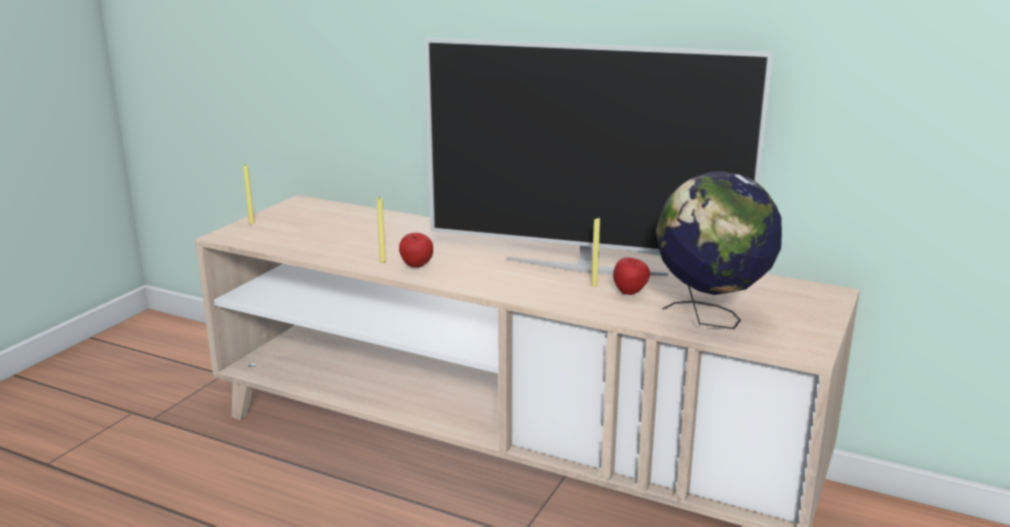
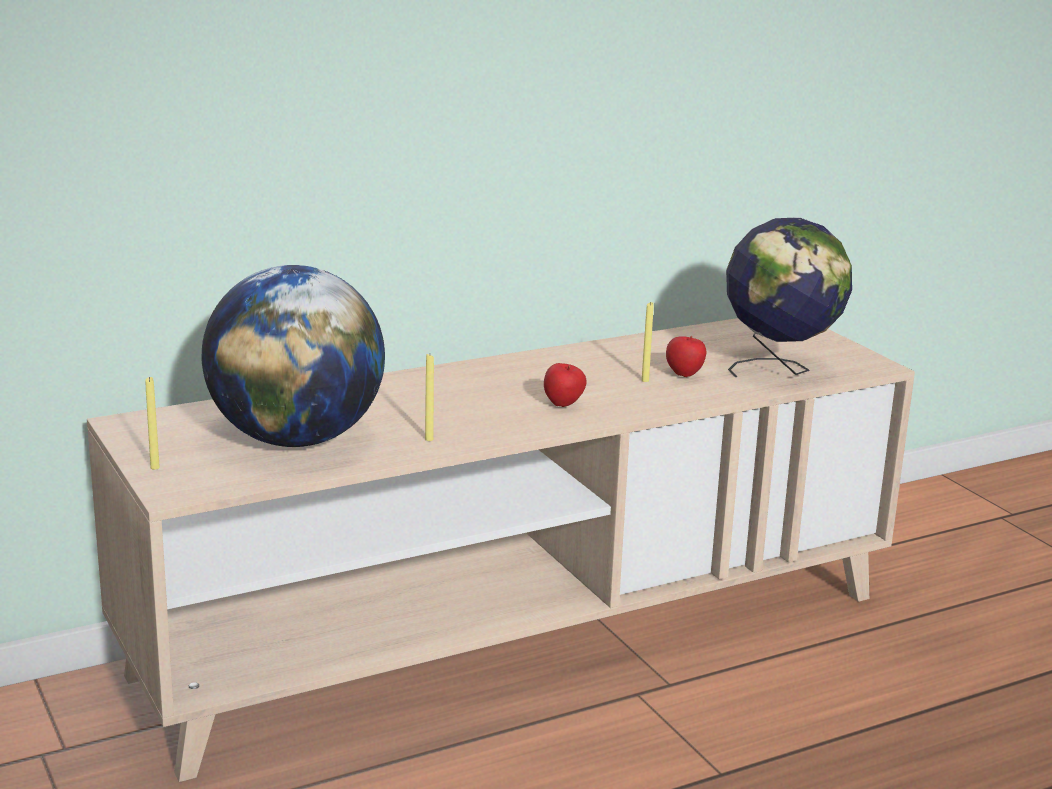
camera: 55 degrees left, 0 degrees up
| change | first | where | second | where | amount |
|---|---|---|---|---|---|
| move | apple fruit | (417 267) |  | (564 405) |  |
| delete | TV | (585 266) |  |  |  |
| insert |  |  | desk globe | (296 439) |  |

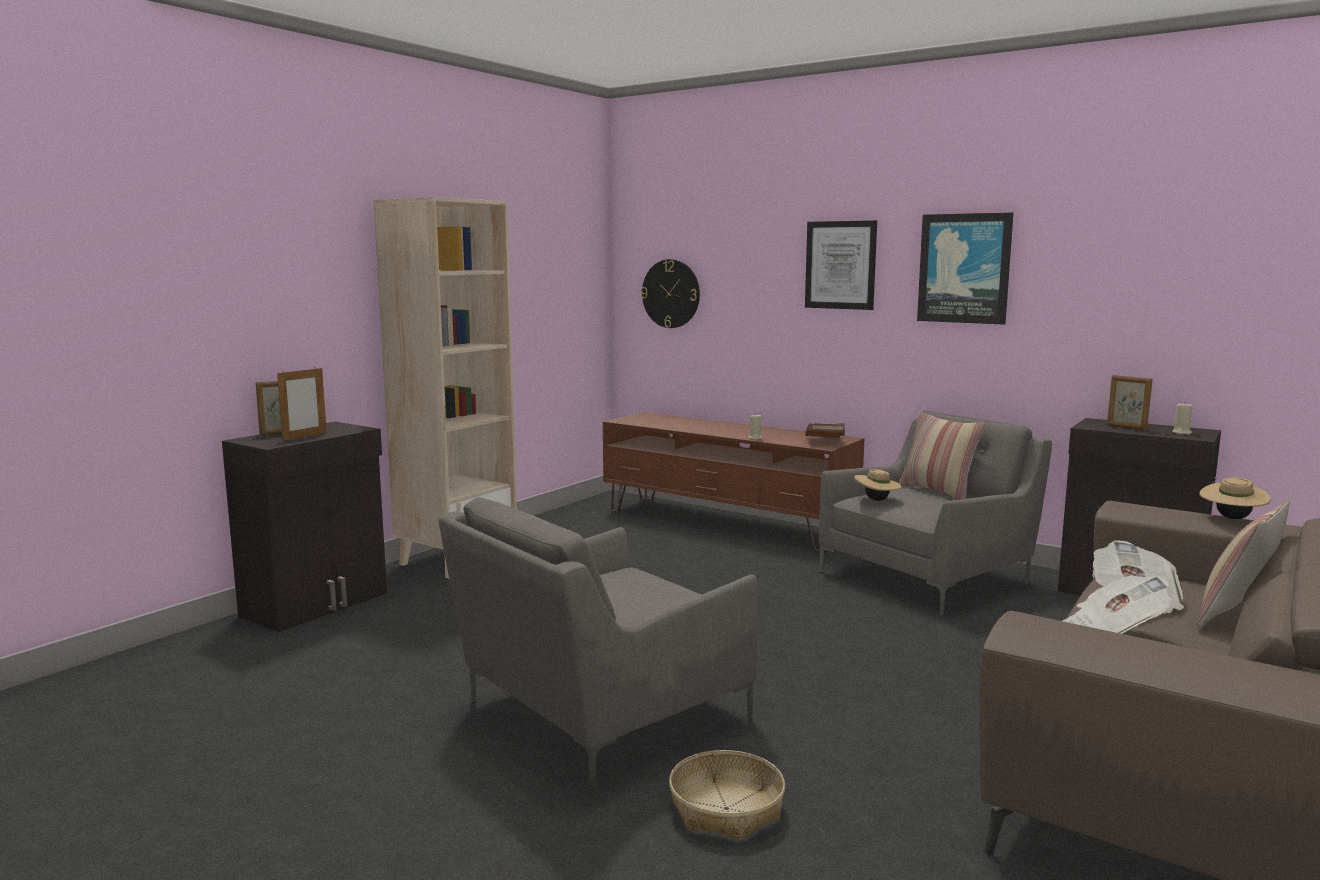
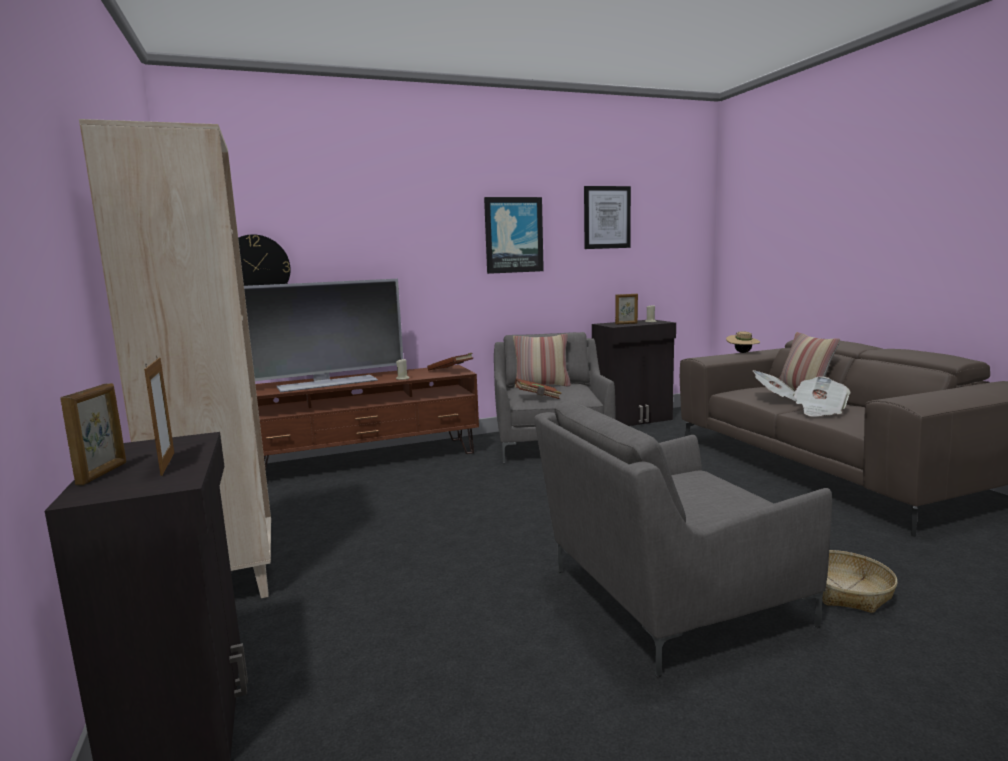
camera: 55 degrees left, 0 degrees up
| change | first | where | second | where | amount |
|---|---|---|---|---|---|
| rotate | grey lounge chair | (598 713) |  | (666 598) | 75 degrees clockwise |
| move | wall picture | (840 265) |  | (607 217) |  |
| replace | beige-coloured wearable hat | (876 500) | brown book | (538 397) |  |
| insert |  |  | TV | (327 383) |  |

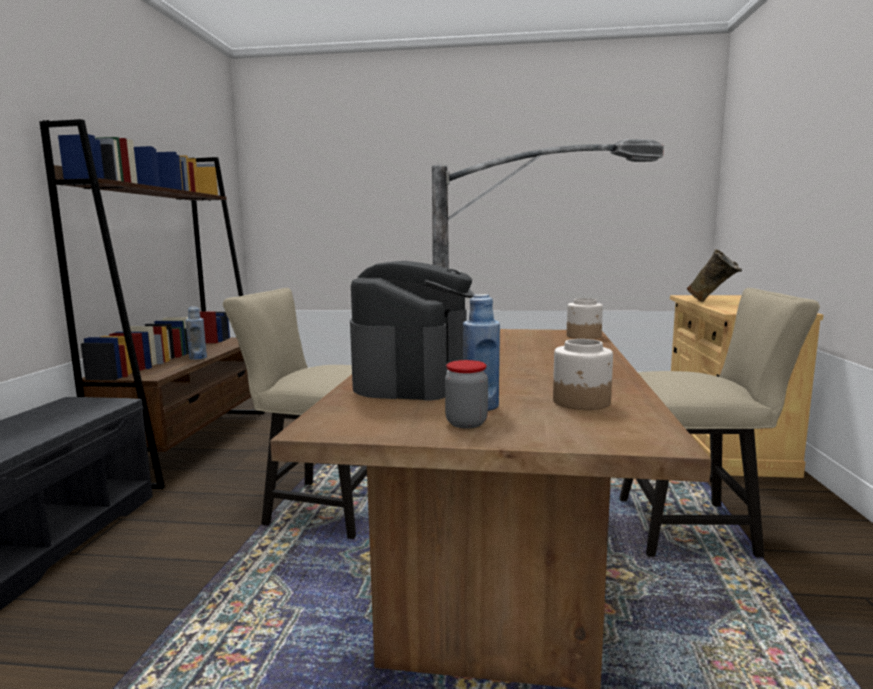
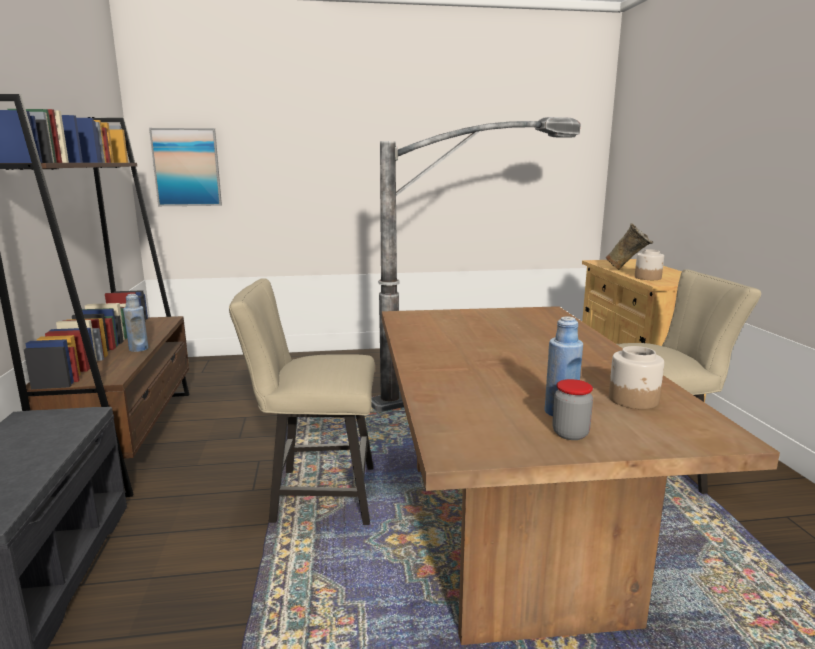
camera: 15 degrees left, 5 degrees up
| change | first | where | second | where | amount |
|---|---|---|---|---|---|
| delete | coffee brewer | (415 379) |  |  |  |
| move | storage jar | (584 336) |  | (648 278) |  |
| insert |  |  | wall picture | (187 167) |  |

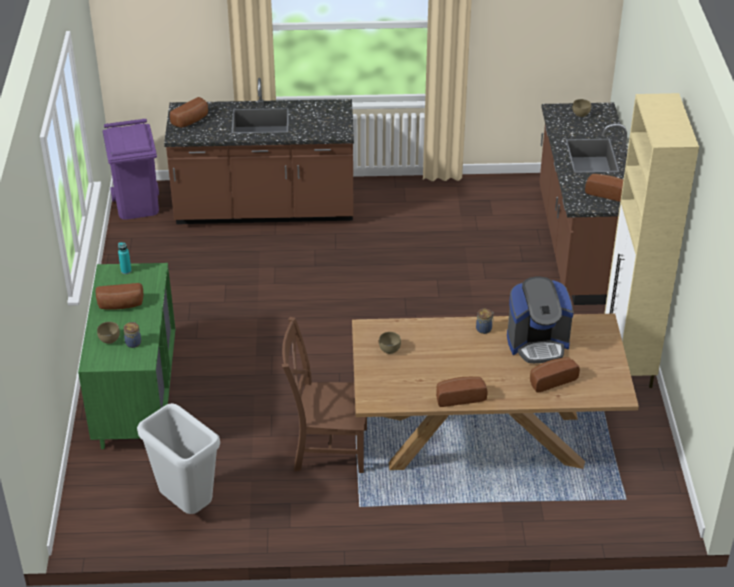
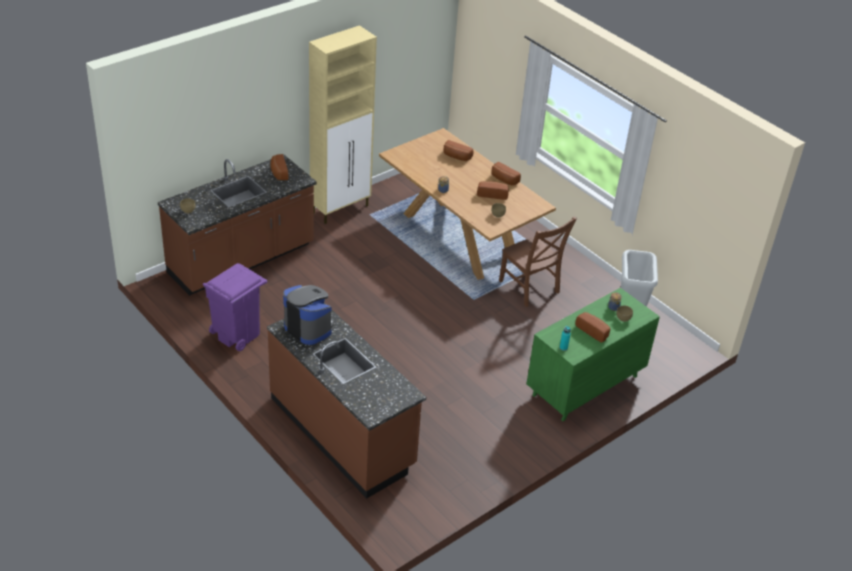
camera: 130 degrees left, 0 degrees up
| change | first | where | second | where | amount |
|---|---|---|---|---|---|
| move | purple-coloured rubbish bin | (137 205) |  | (237 334) |  |
| move | baked bread | (192 120) |  | (492 194) |  |
| move | coffee brewer | (537 343) |  | (308 328) |  |

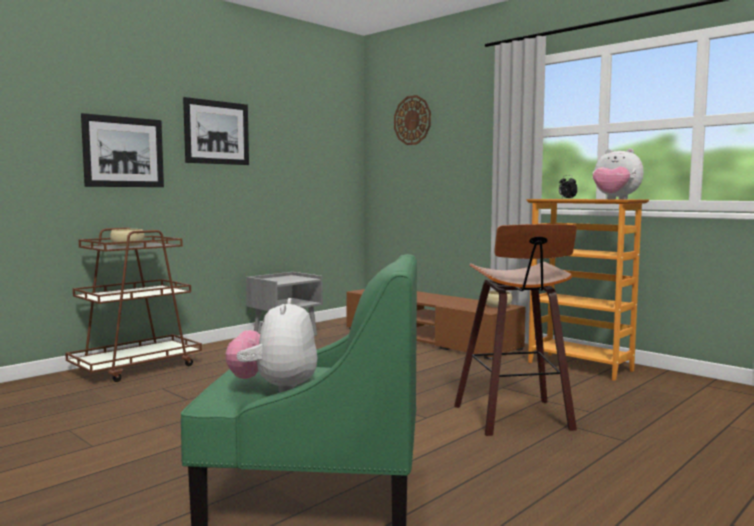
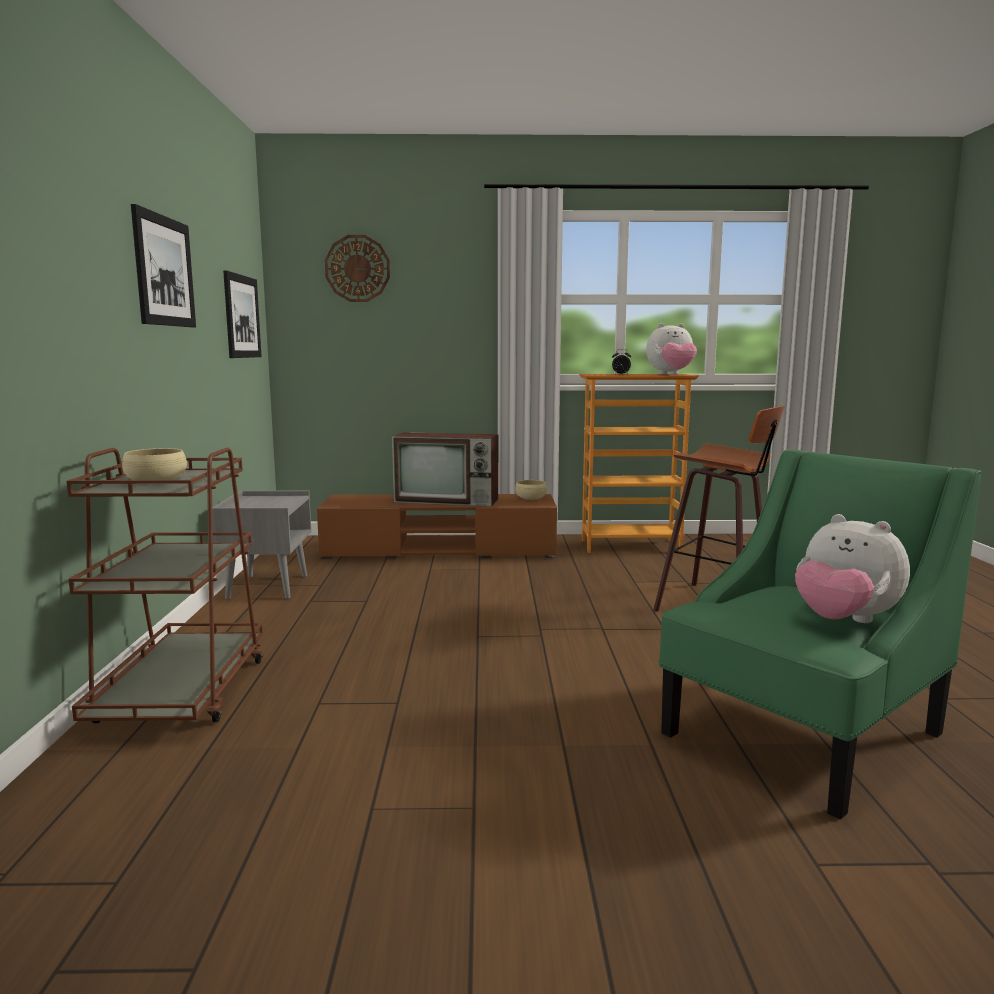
camera: 45 degrees left, 5 degrees up
| change | first | where | second | where | amount |
|---|---|---|---|---|---|
| move | wall picture | (123 152) |  | (242 316) |  |
| insert |  |  | TV | (448 500) |  |

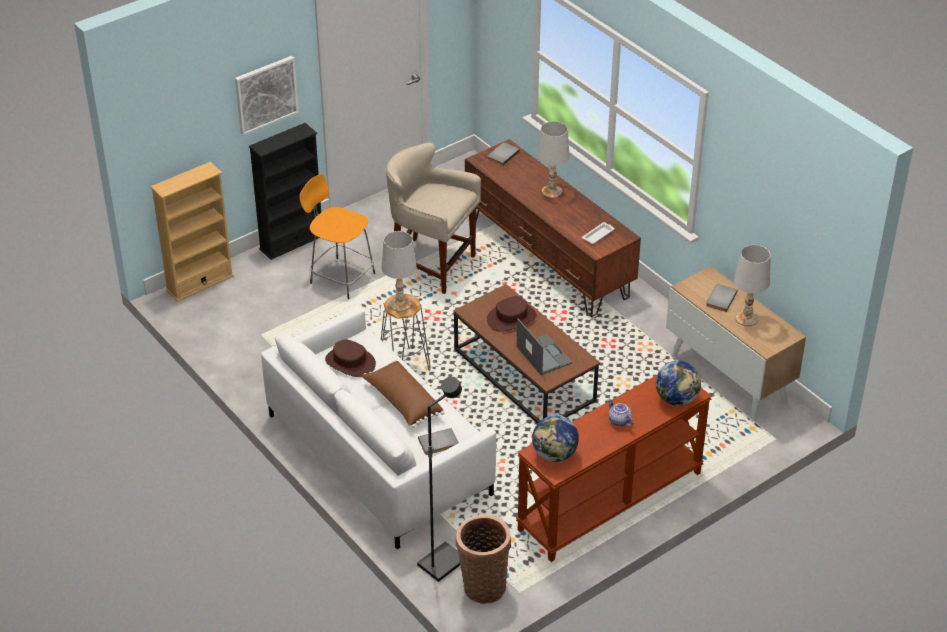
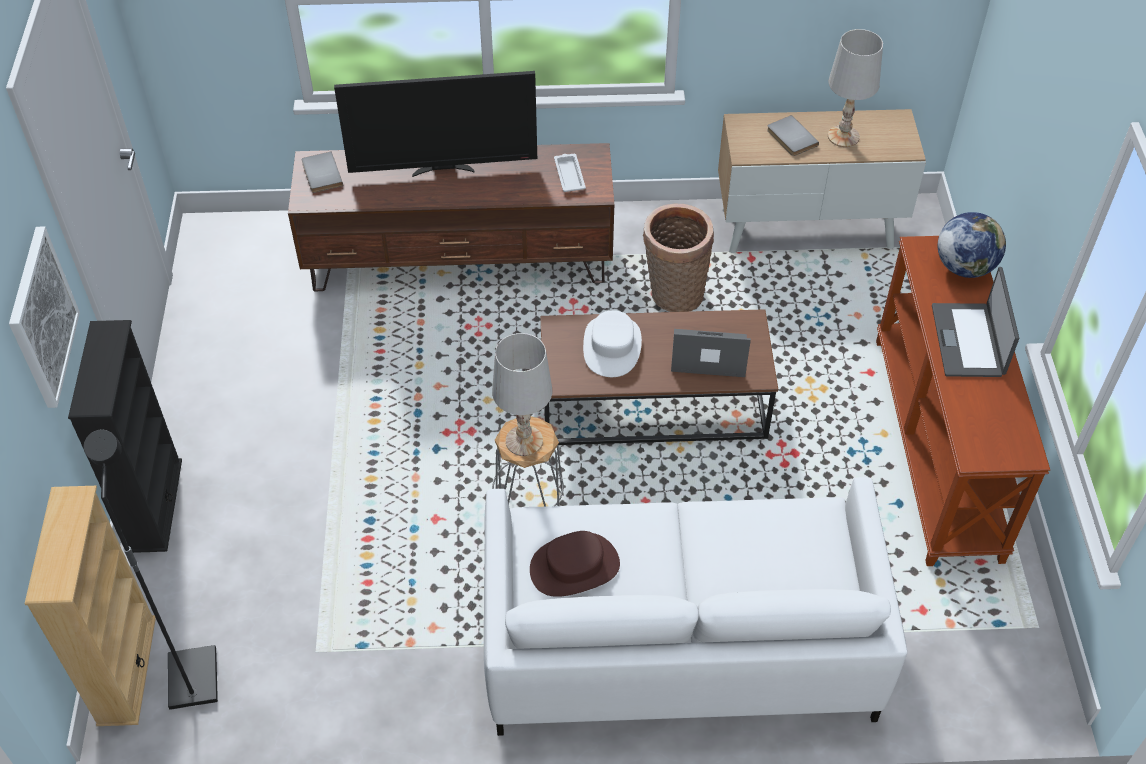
camera: 55 degrees left, 10 degrees up
| change | first | where | second | where | amount |
|---|---|---|---|---|---|
| delete | orange sitting stool | (340 277) |  |  |  |
| delete | brown throw pillow | (402 402) |  |  |  |
| delete | beige-coloured sitting stool | (431 265) |  |  |  |
| move | blackish standing lamp | (441 562) |  | (191 678) |  |
| delete | grey book | (439 443) |  |  |  |
| move | storage basket | (482 585) |  | (673 294) |  |
| recolor | brown wearable hat | (511 318) | white wearable hat | (612 346) |  |
| delete | desk globe | (555 455) |  |  |  |
| replace | white table lamp | (552 191) | TV | (443 169) |  |
| replace | pot for tea | (618 421) | laptop | (969 340) |  |

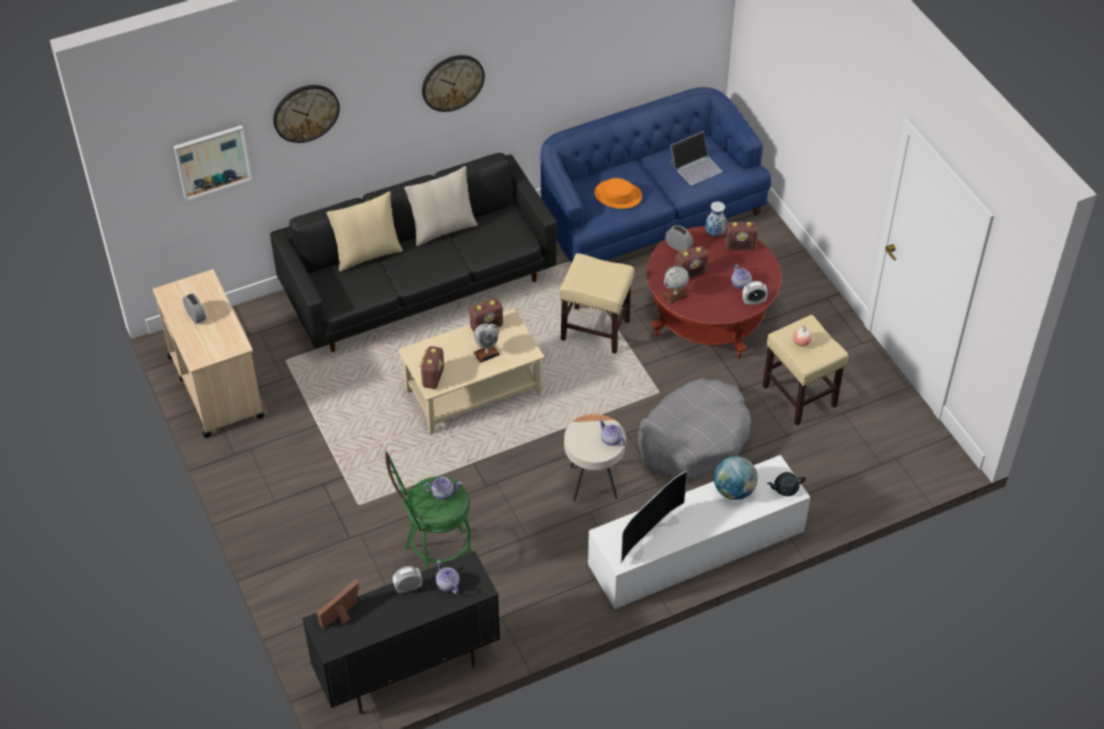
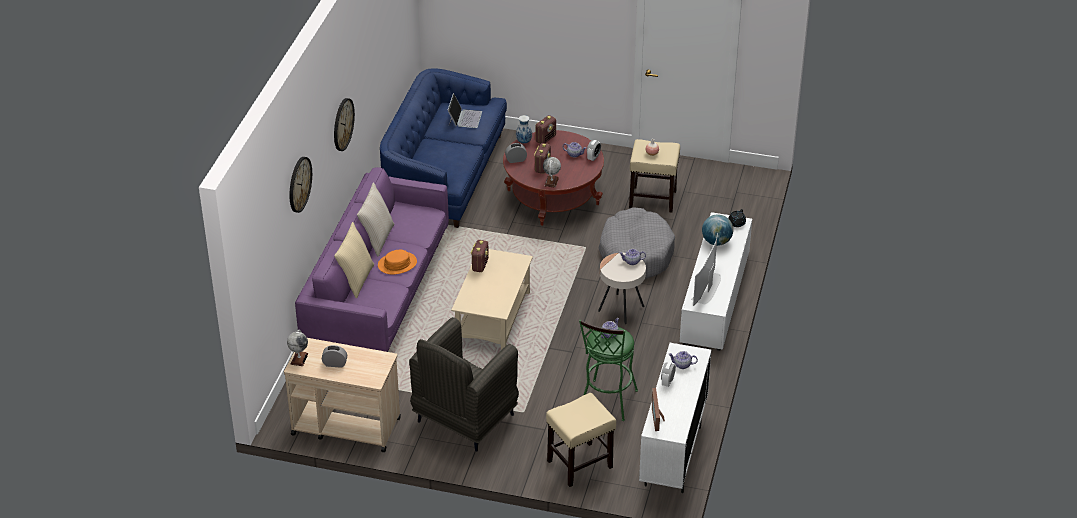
camera: 50 degrees left, 10 degrees down
| change | first | where | second | where | amount |
|---|---|---|---|---|---|
| delete | wall picture | (212 161) |  |  |  |
| recolor | blackish settee | (419 288) | purple-coloured settee | (379 295) |  |
| recolor | blackish storage cabinet | (407 671) | white storage cabinet | (673 456) |  |
| delete | radio | (433 377) |  |  |  |
| move | desk globe | (486 353) |  | (299 358) |  |
| move | beige-coloured sitting stool | (596 330) |  | (580 464) |  |
| move | orange wearable hat | (618 195) |  | (397 264) |  |
| rotate | TV | (647 532) |  | (708 288) | 150 degrees counterclockwise |
| insert |  |  | grey lounge chair | (464 419) |  |

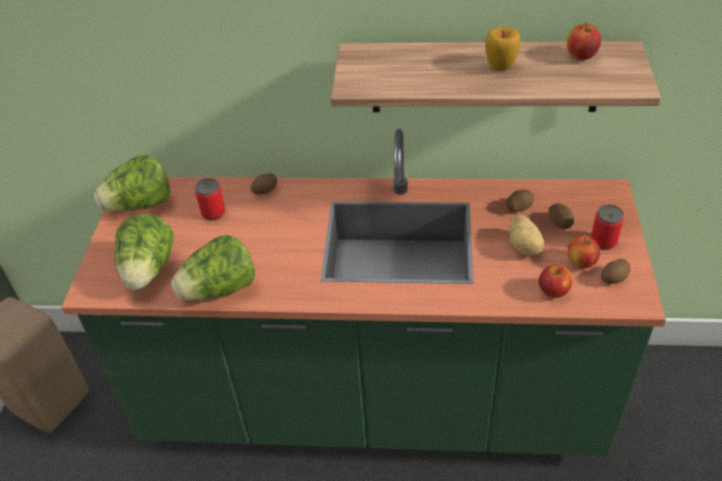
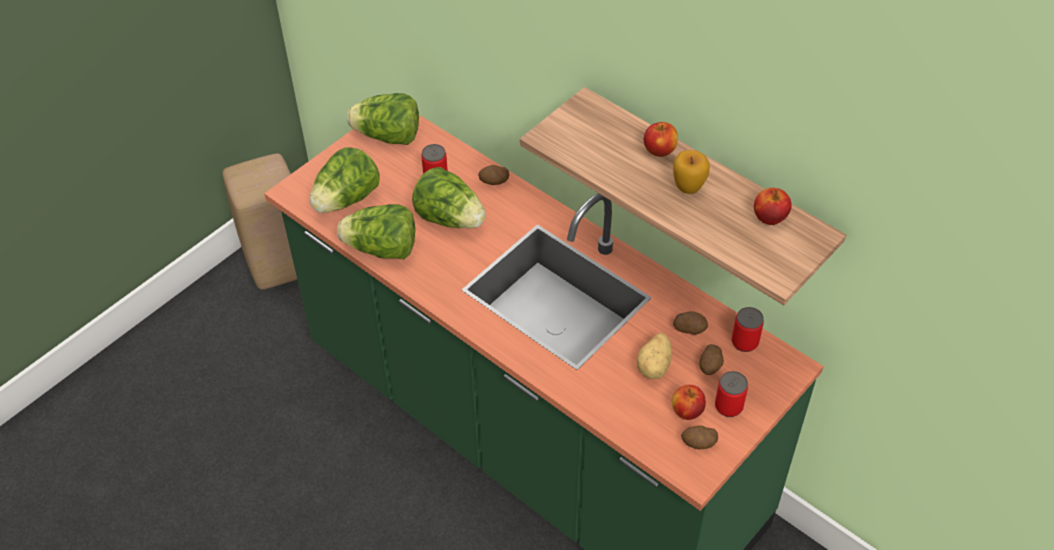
camera: 35 degrees right, 5 degrees up
| change | first | where | second | where | amount |
|---|---|---|---|---|---|
| move | apple fruit | (553 291) |  | (659 151) |  |
| insert |  |  | lettuce head | (450 218) |  |
| insert |  |  | sealed can | (744 342) |  |

